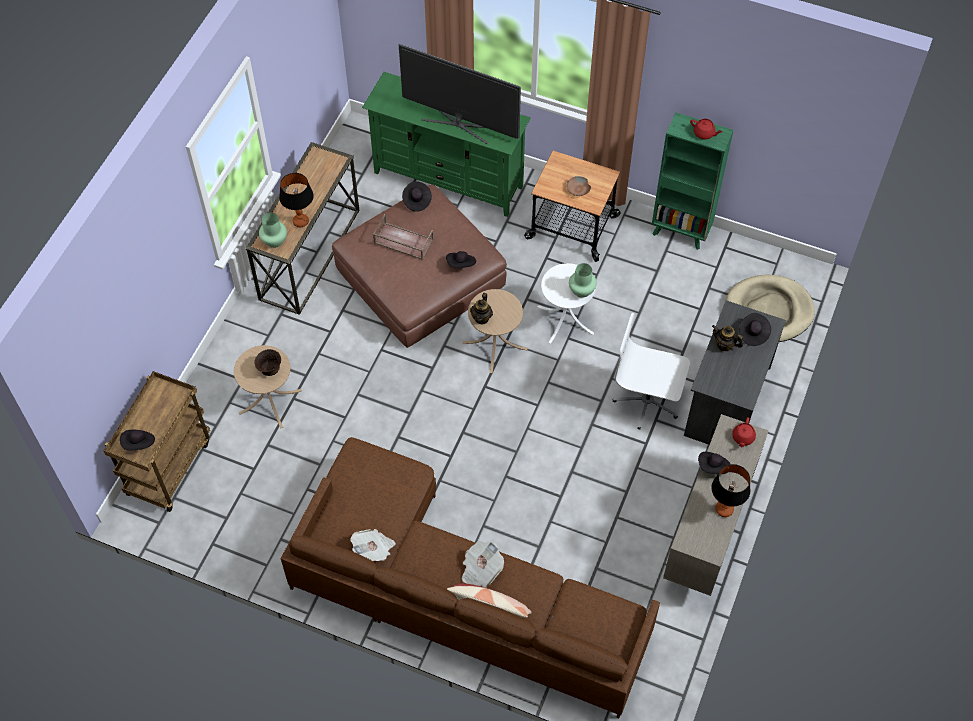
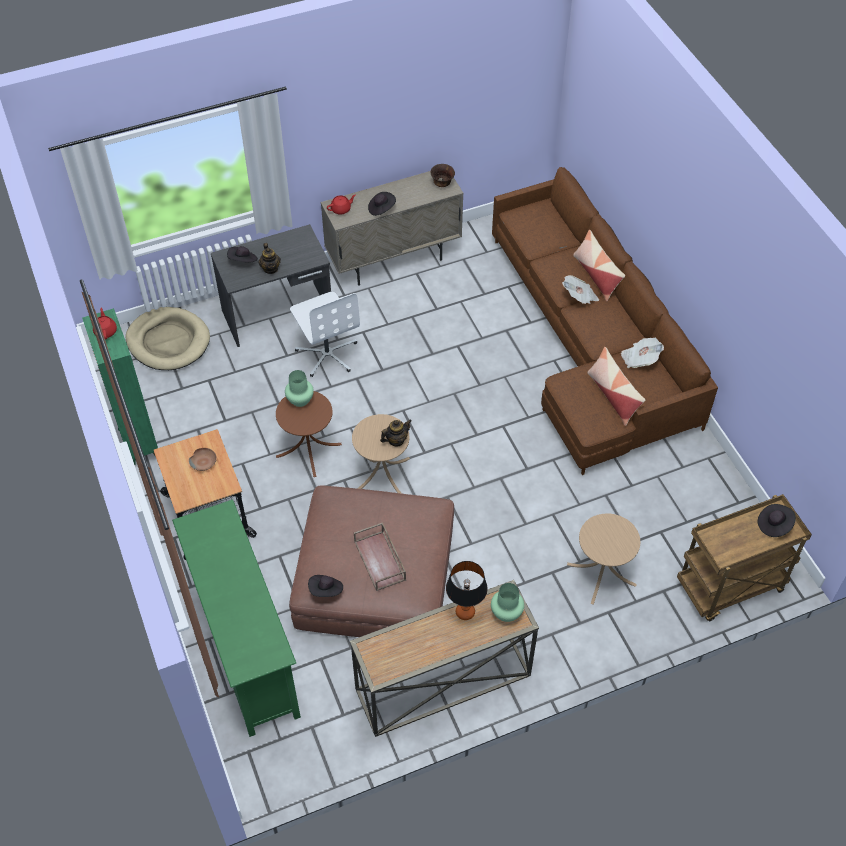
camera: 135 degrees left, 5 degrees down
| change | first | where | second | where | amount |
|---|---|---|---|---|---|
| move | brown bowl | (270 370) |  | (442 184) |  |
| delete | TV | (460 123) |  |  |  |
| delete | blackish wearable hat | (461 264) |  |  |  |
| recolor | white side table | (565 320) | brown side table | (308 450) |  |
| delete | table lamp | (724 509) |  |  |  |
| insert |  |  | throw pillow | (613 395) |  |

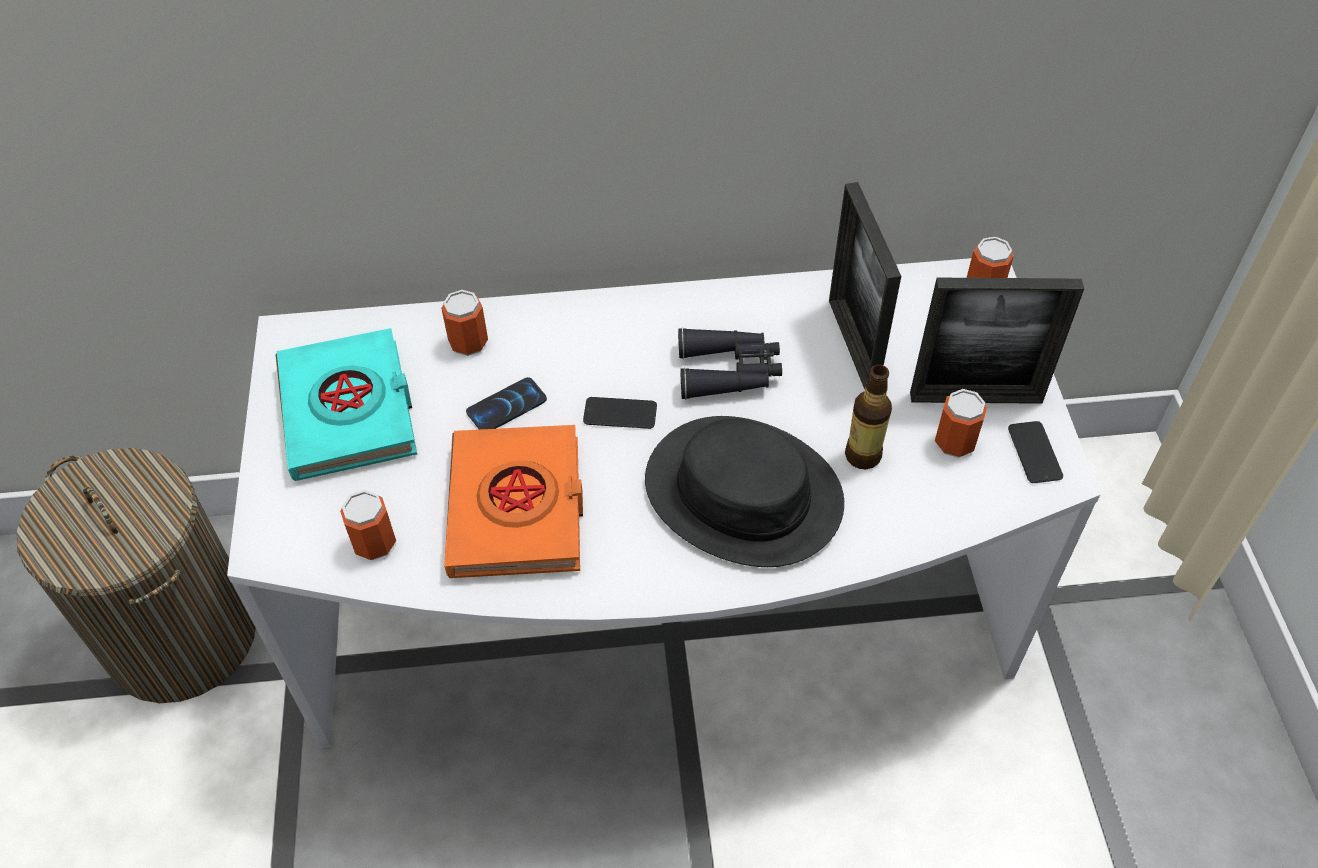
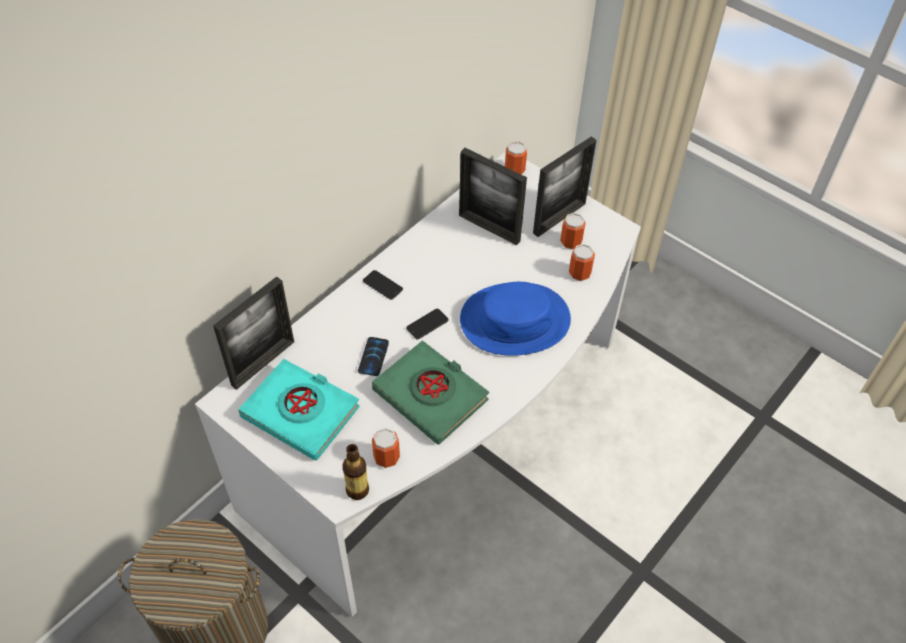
camera: 45 degrees left, 0 degrees up
| change | first | where | second | where | amount |
|---|---|---|---|---|---|
| move | sealed can | (468 342) |  | (579 273) |  |
| recolor | orange book | (517 508) | greenish book | (431 395) |  |
| recolor | blackish wearable hat | (743 492) | bluish wearable hat | (514 320) |  |
| delete | blackish pair of binoculars | (729 371) |  |  |  |
| move | bottle | (862 456) |  | (357 490) |  |
| move | handset | (1034 453) |  | (382 285) |  |
| insert |  |  | picture frame | (263 363) |  |

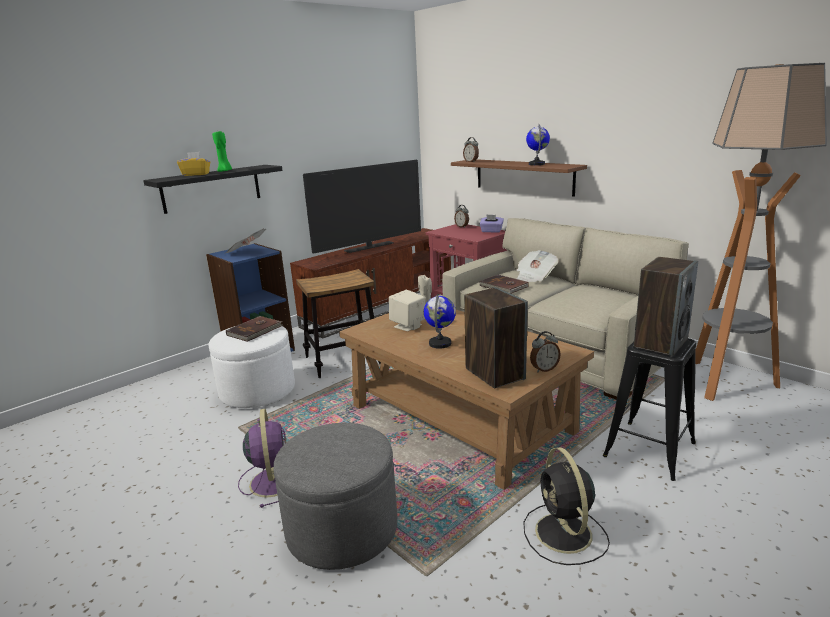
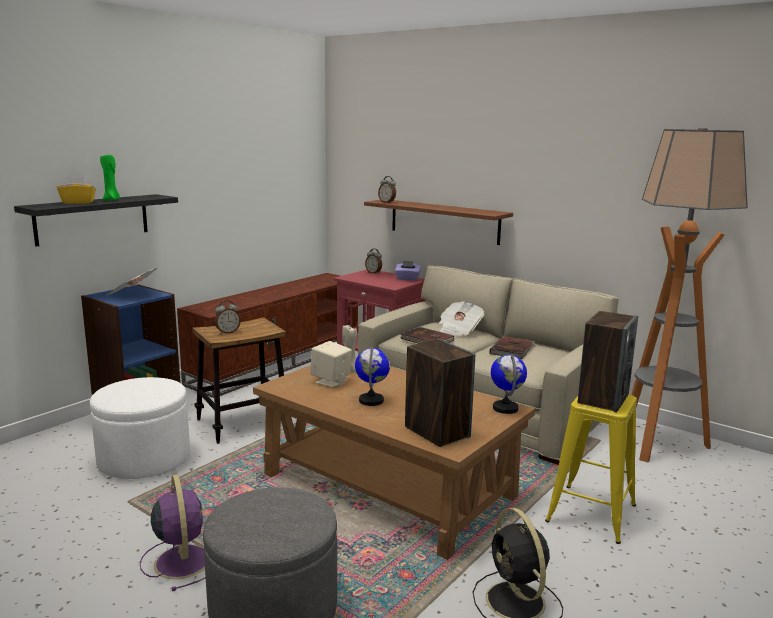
camera: 10 degrees left, 5 degrees down
| change | first | where | second | where | amount |
|---|---|---|---|---|---|
| move | brown book | (255 331) |  | (513 350) |  |
| delete | TV | (369 247) |  |  |  |
| move | desk globe | (537 164) |  | (505 408) |  |
| move | alarm clock | (544 369) |  | (227 332) |  |
| recolor | blackish sitting stool | (649 449) | yellow sitting stool | (591 513) |  |

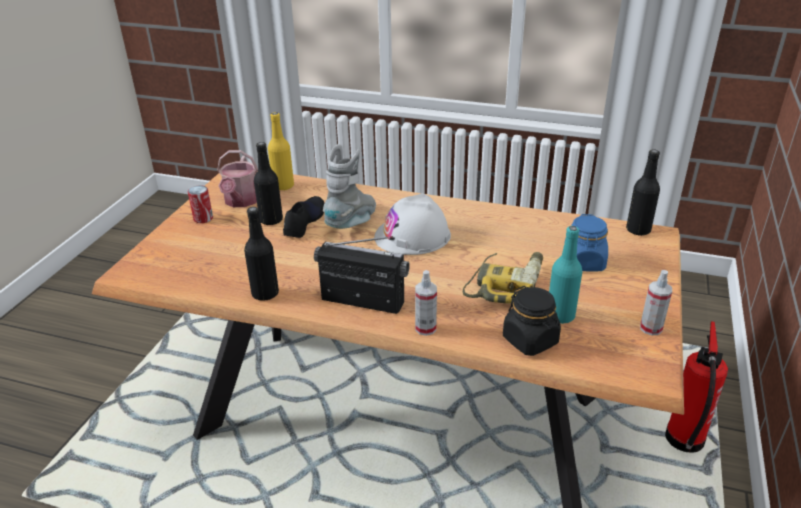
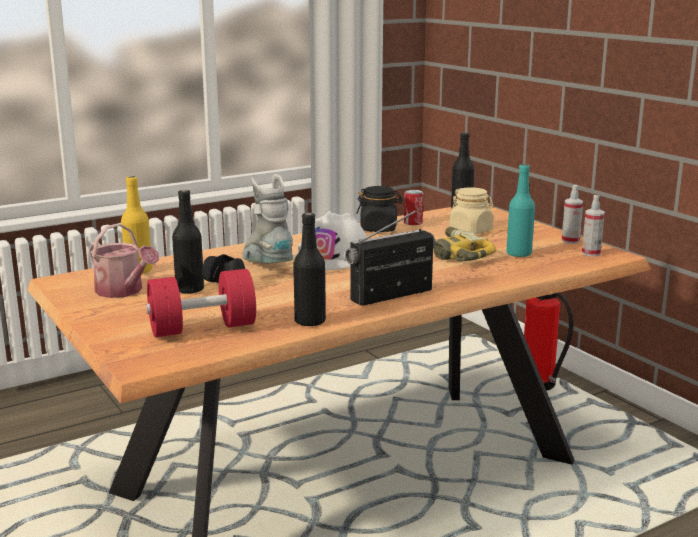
camera: 50 degrees left, 15 degrees down
| change | first | where | second | where | amount |
|---|---|---|---|---|---|
| move | sealed can | (203 218) |  | (413 223) |  |
| move | hand sprayer | (425 328) |  | (591 253) |  |
| move | blackish storage jar | (530 340) |  | (379 229) |  |
| recolor | bluish storage jar | (584 262) | beige-coloured storage jar | (471 231) |  |
| insert |  |  | reddish free weight | (202 328) |  |

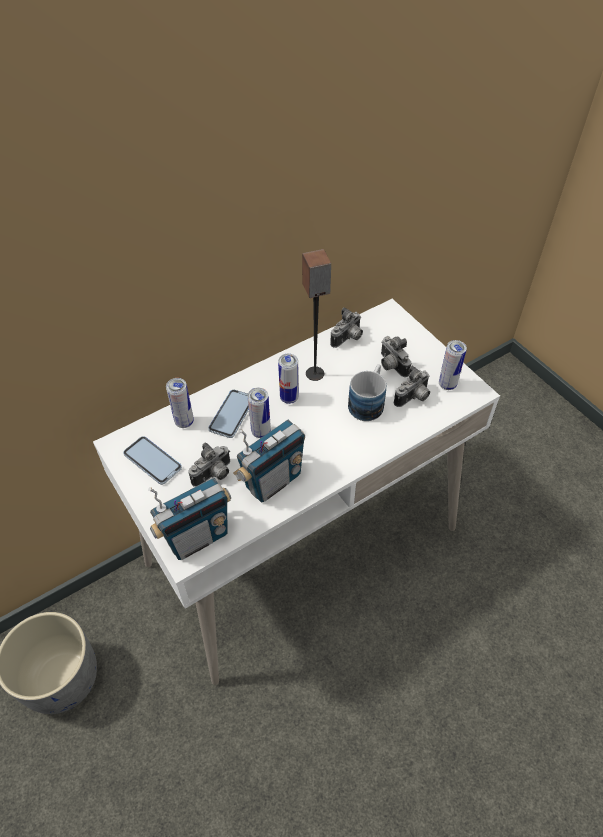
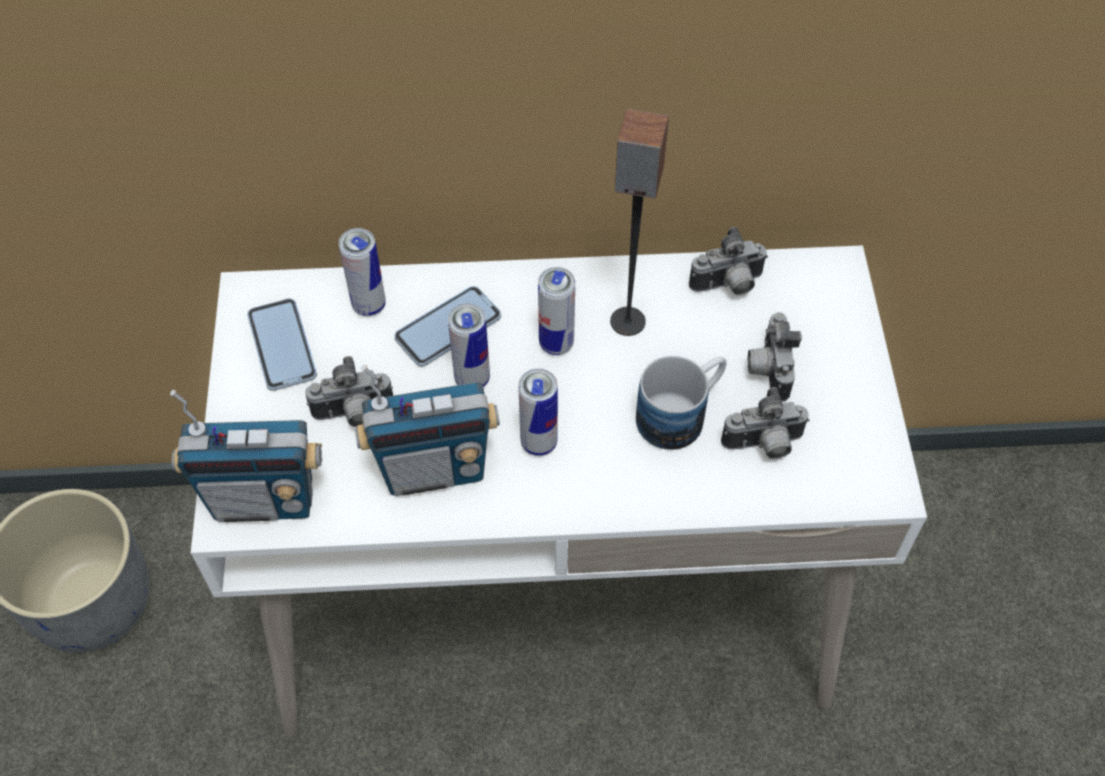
camera: 30 degrees right, 5 degrees up
| change | first | where | second | where | amount |
|---|---|---|---|---|---|
| move | sealed can | (447 384) |  | (539 443) |  |

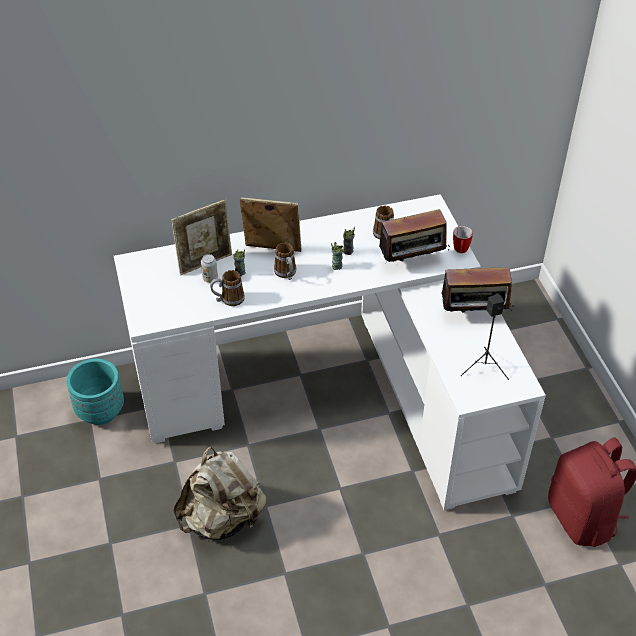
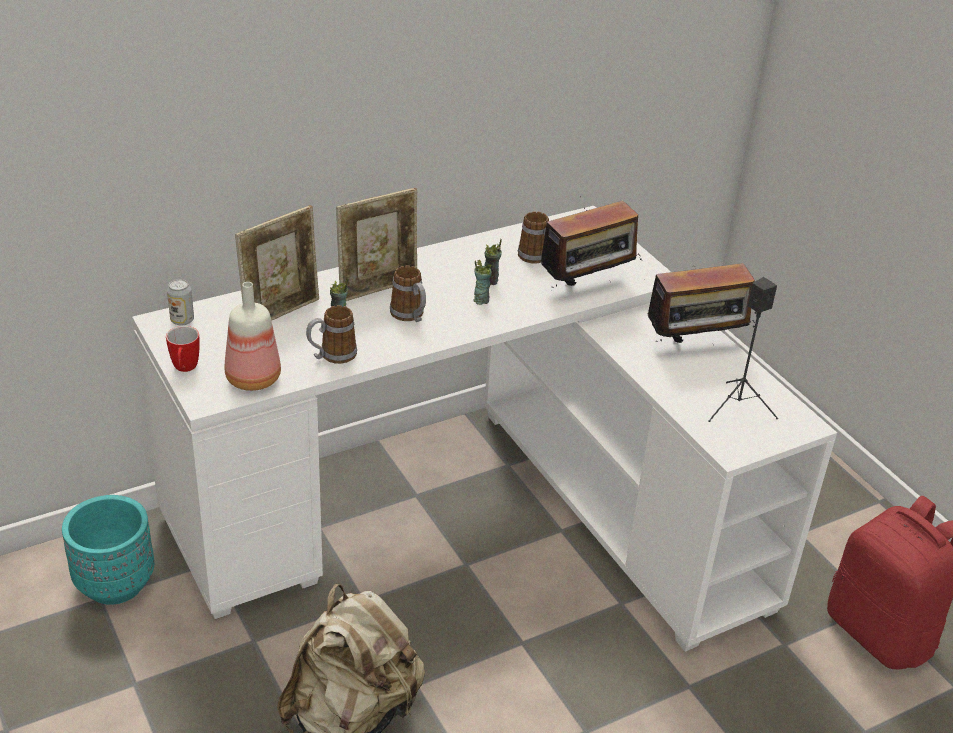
camera: 15 degrees left, 10 degrees down
| change | first | where | second | where | amount |
|---|---|---|---|---|---|
| move | sealed can | (210 278) |  | (182 320) |  |
| rotate | picture frame | (272 250) |  | (378 288) | 150 degrees clockwise |
| move | coffee mug | (460 251) |  | (184 369) |  |
| insert |  |  | bottle | (253 380) |  |

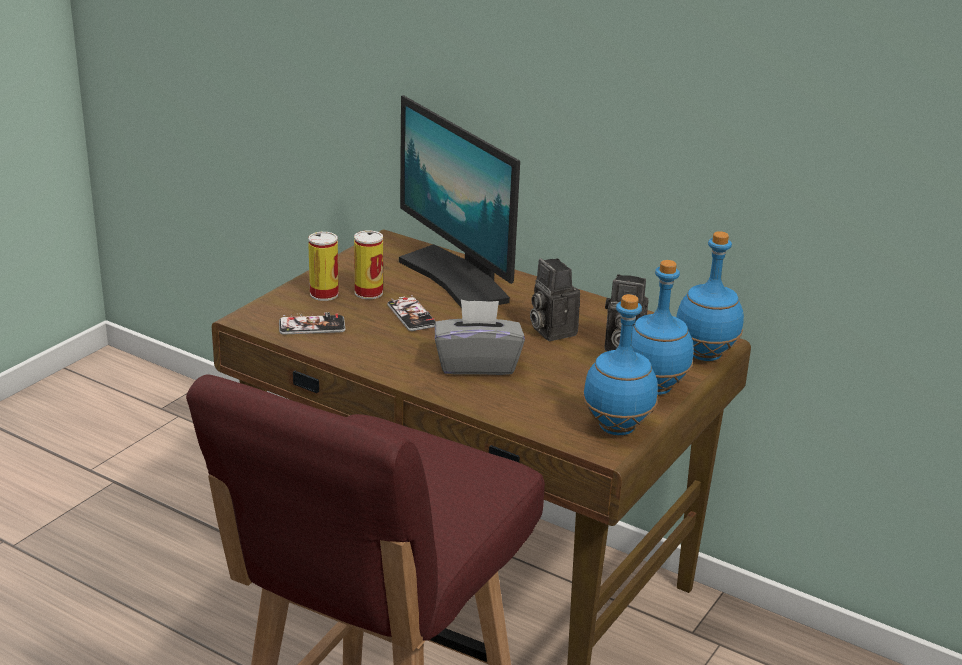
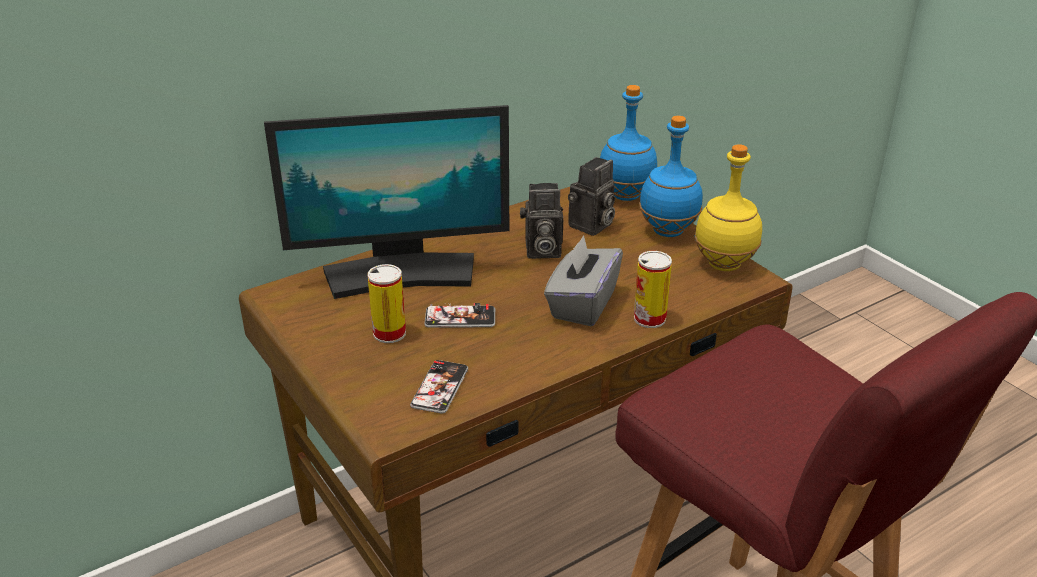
camera: 65 degrees left, 5 degrees up
| change | first | where | second | where | amount |
|---|---|---|---|---|---|
| move | sealed can | (324 294) |  | (649 318) |  |
| recolor | bluish bottle | (618 428) | yellow bottle | (724 264) |  |

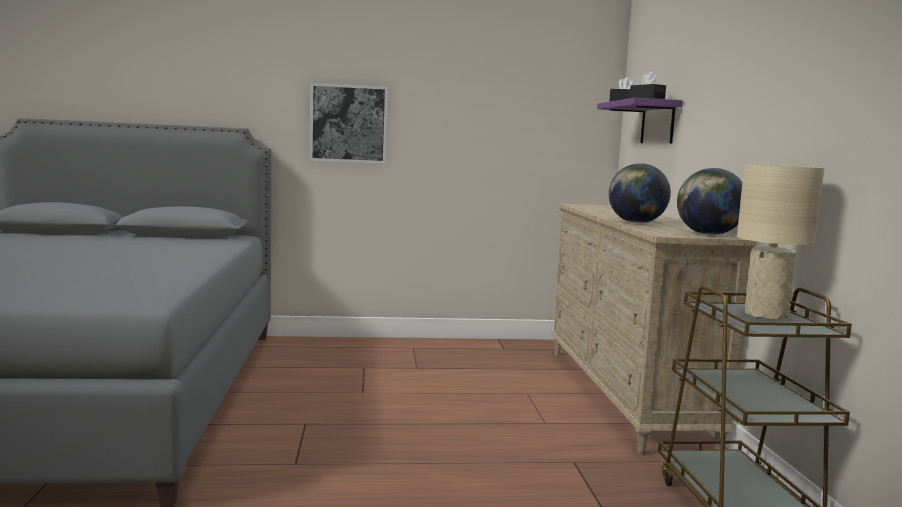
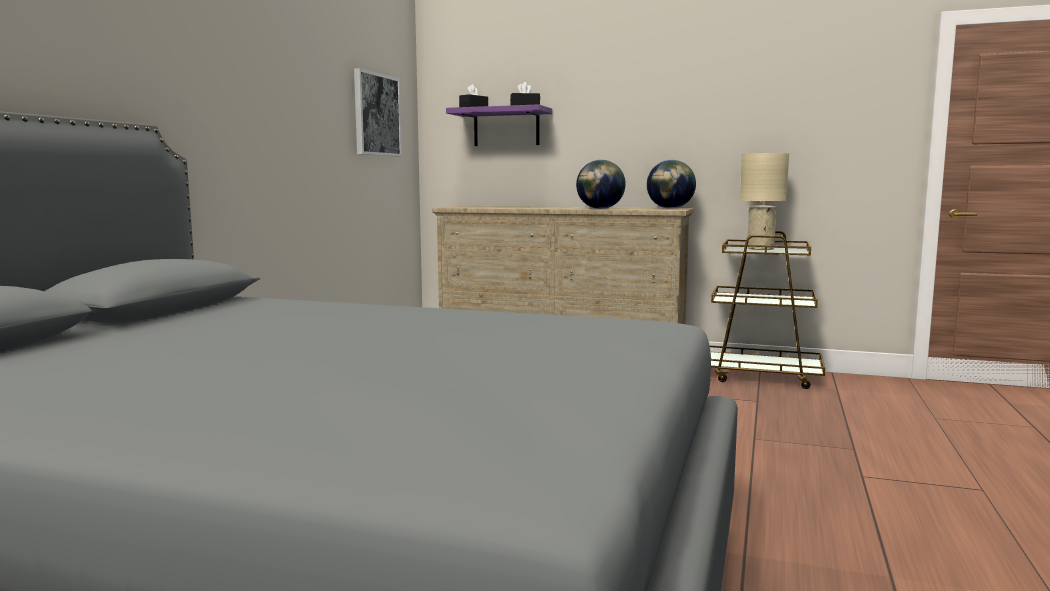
camera: 65 degrees left, 0 degrees up
| change | first | where | second | where | amount |
|---|---|---|---|---|---|
| move | wall picture | (348 123) |  | (376 115) |  |

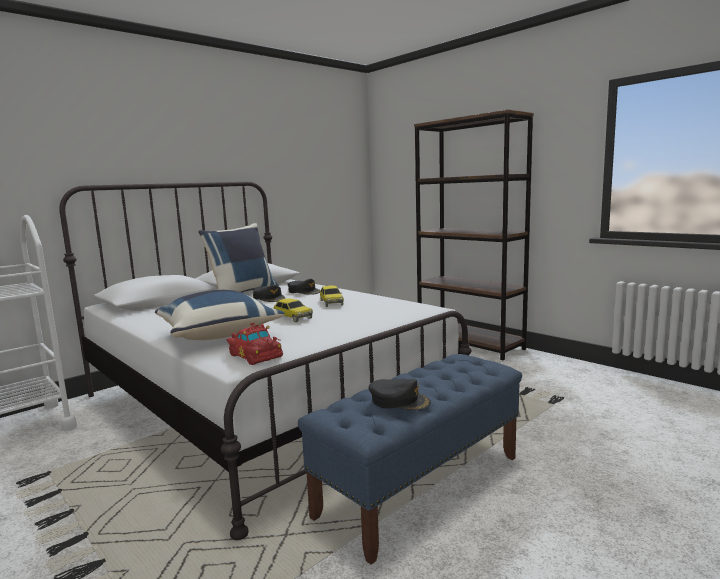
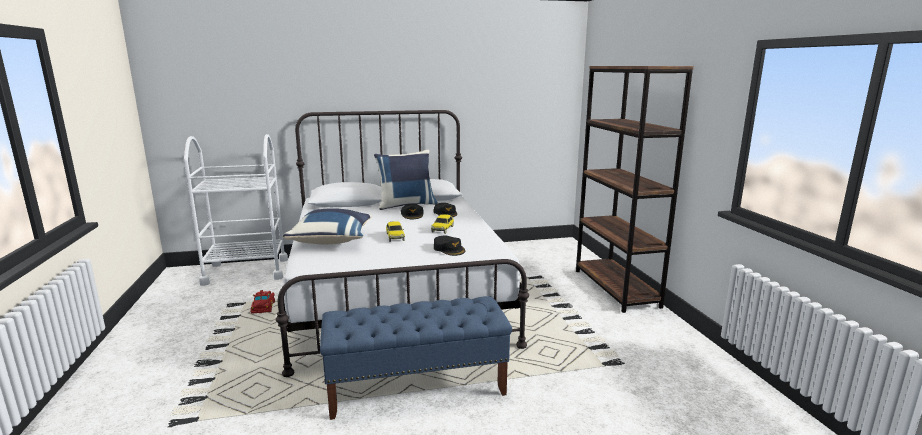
camera: 30 degrees right, 5 degrees up
| change | first | where | second | where | amount |
|---|---|---|---|---|---|
| move | reddish model car | (255 355) |  | (264 307) |  |
| move | blackish peaked cap | (399 401) |  | (449 249) |  |

